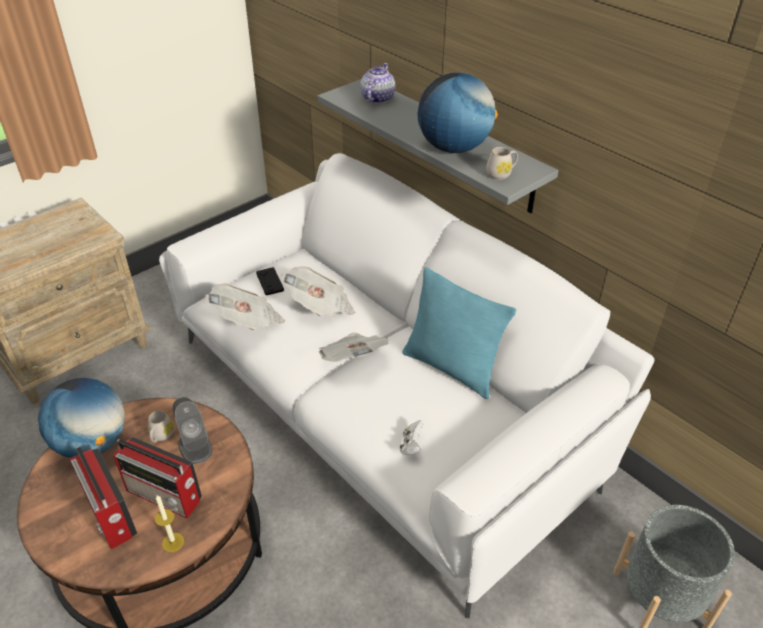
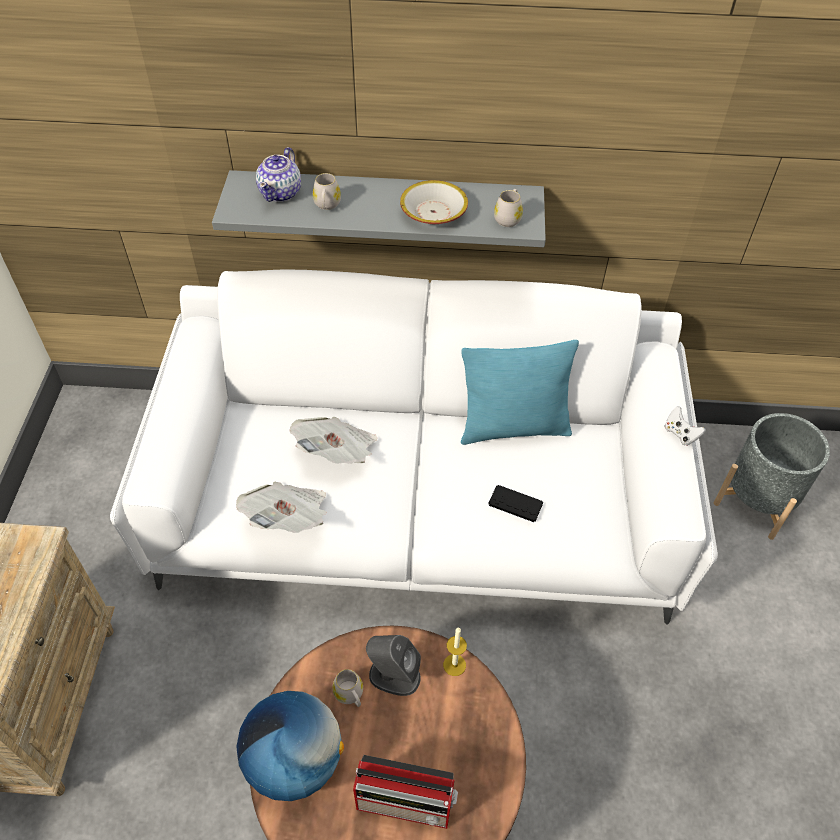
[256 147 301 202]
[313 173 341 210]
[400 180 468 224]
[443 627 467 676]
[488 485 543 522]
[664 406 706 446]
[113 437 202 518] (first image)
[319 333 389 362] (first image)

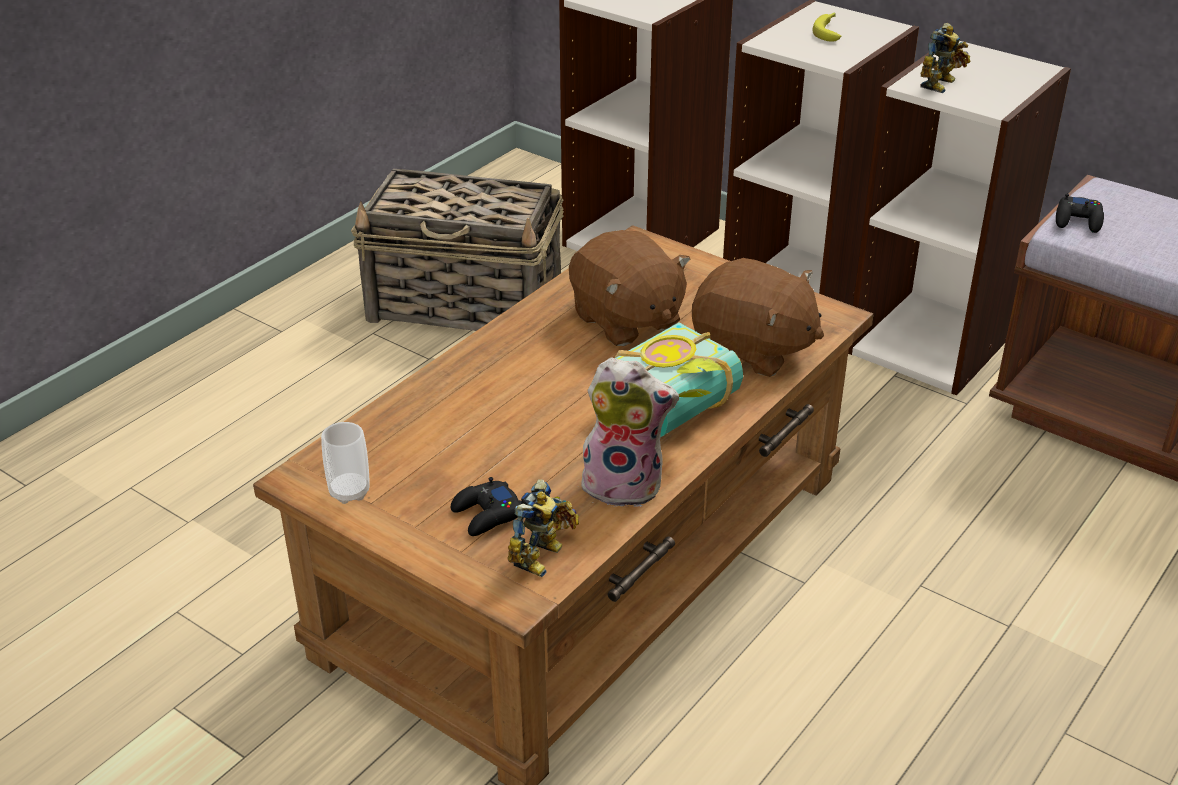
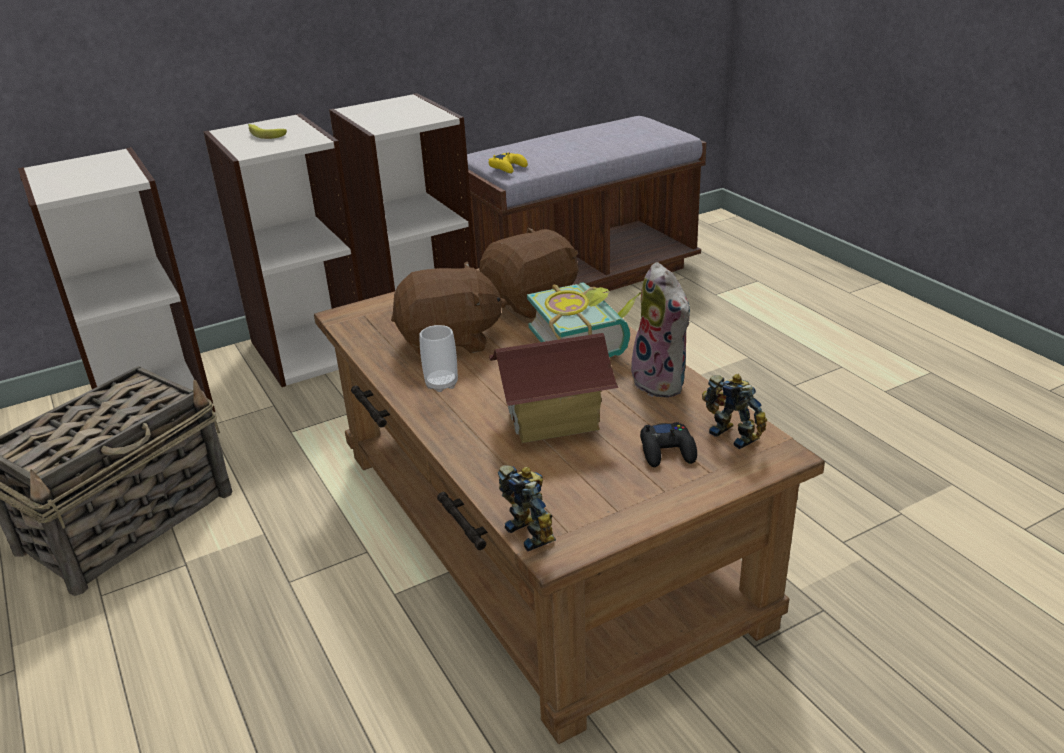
[419 325 458 392]
[488 152 528 173]
[489 333 619 443]
[498 465 556 552]
[631 262 690 397]

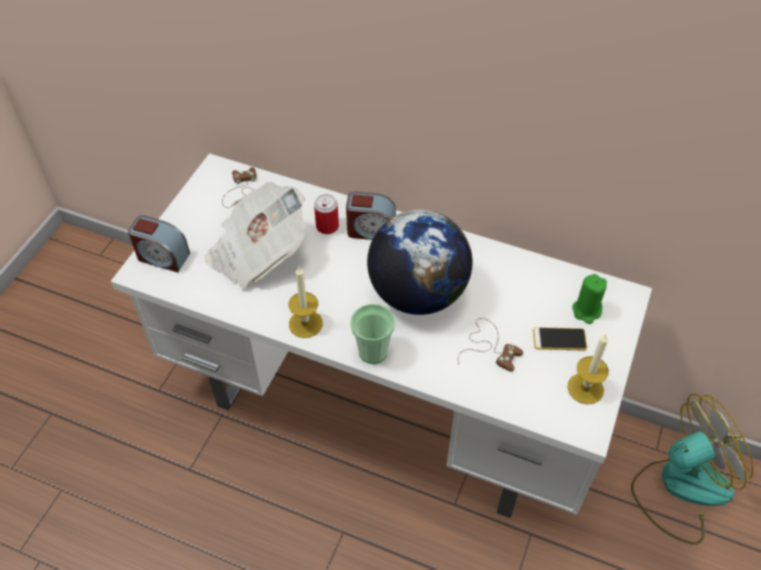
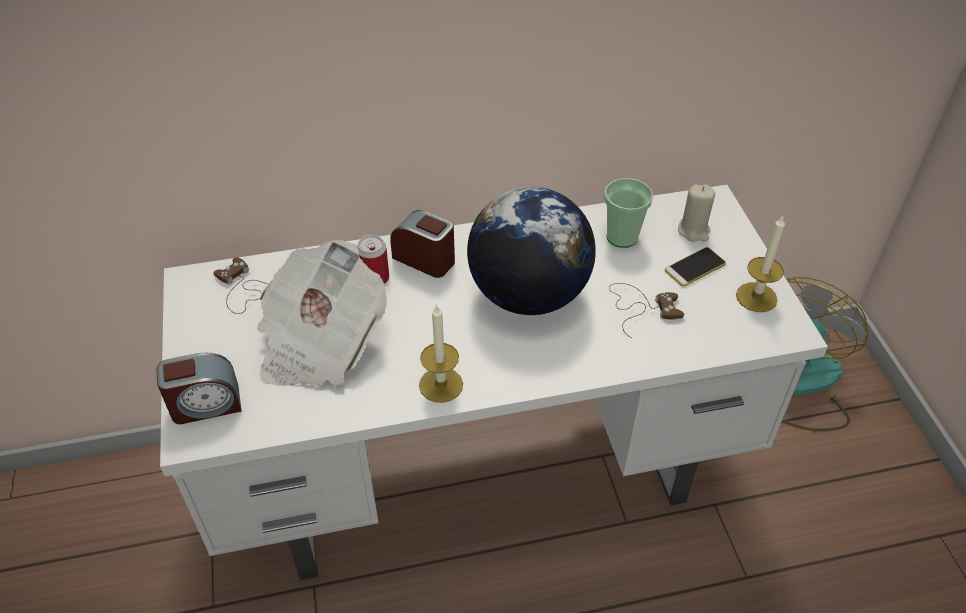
[390 210 455 278]
[604 178 653 248]
[678 185 715 242]

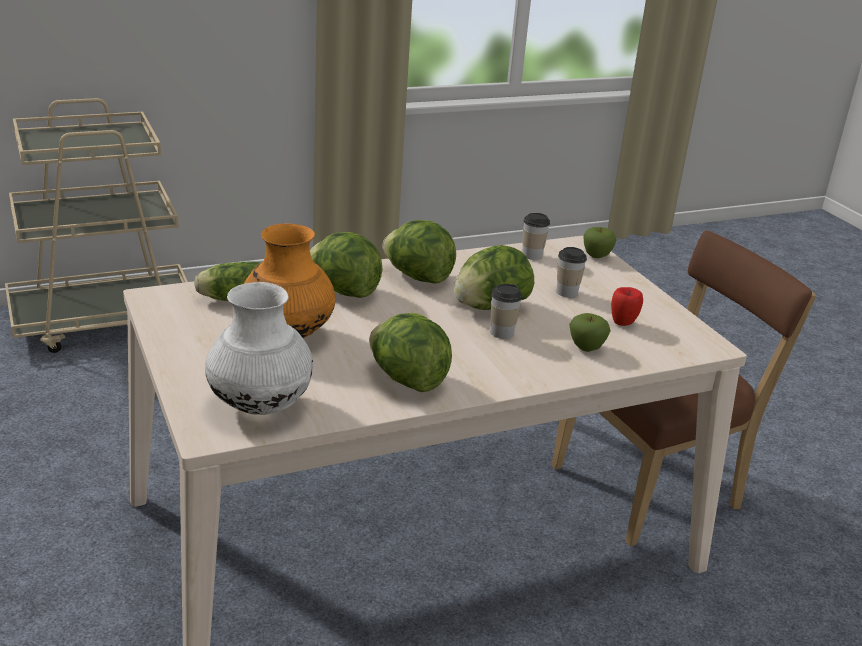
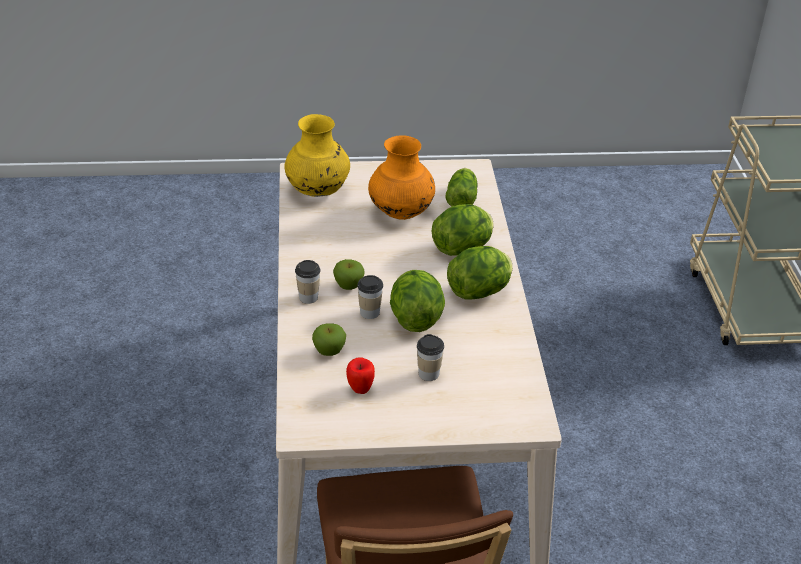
[284 114 350 197]
[295 260 321 304]
[333 259 365 290]
[369 313 452 392] (first image)

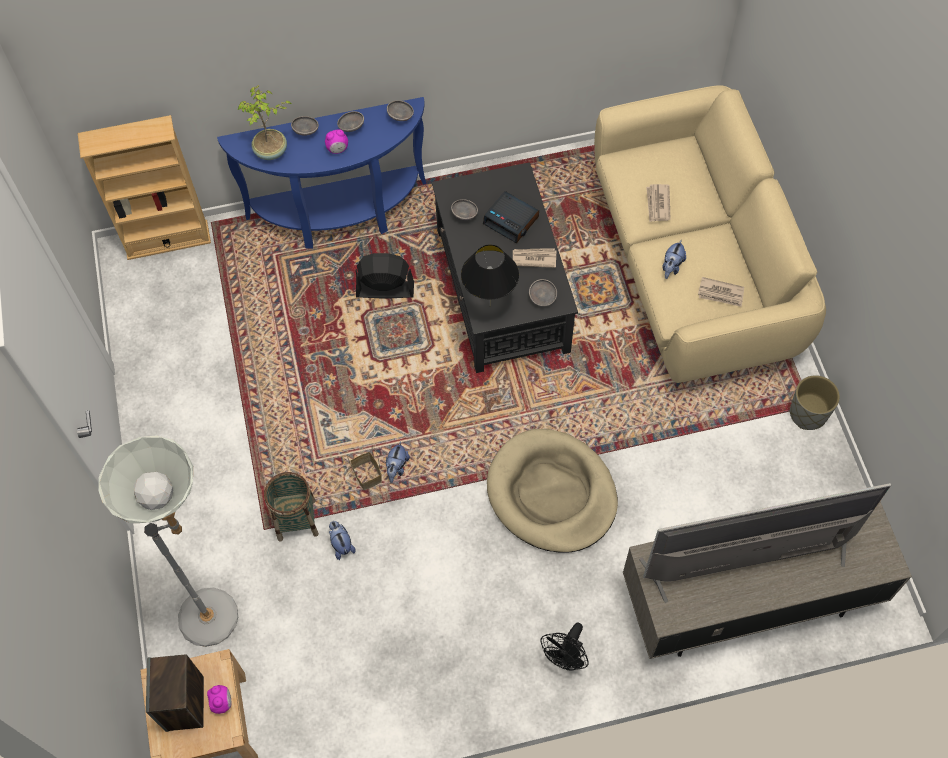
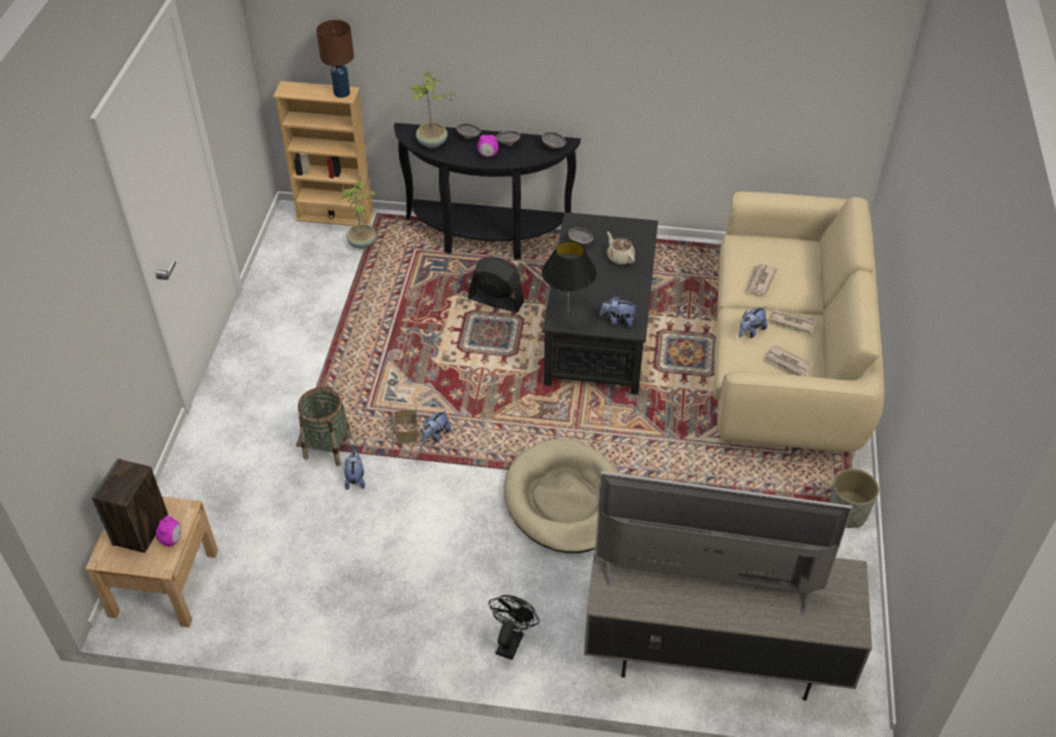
[316 20 354 98]
[341 181 376 249]
[394 123 581 260]
[489 595 540 660]
[600 296 639 327]
[607 231 635 265]
[770 309 816 334]
[98 436 238 647] (first image)

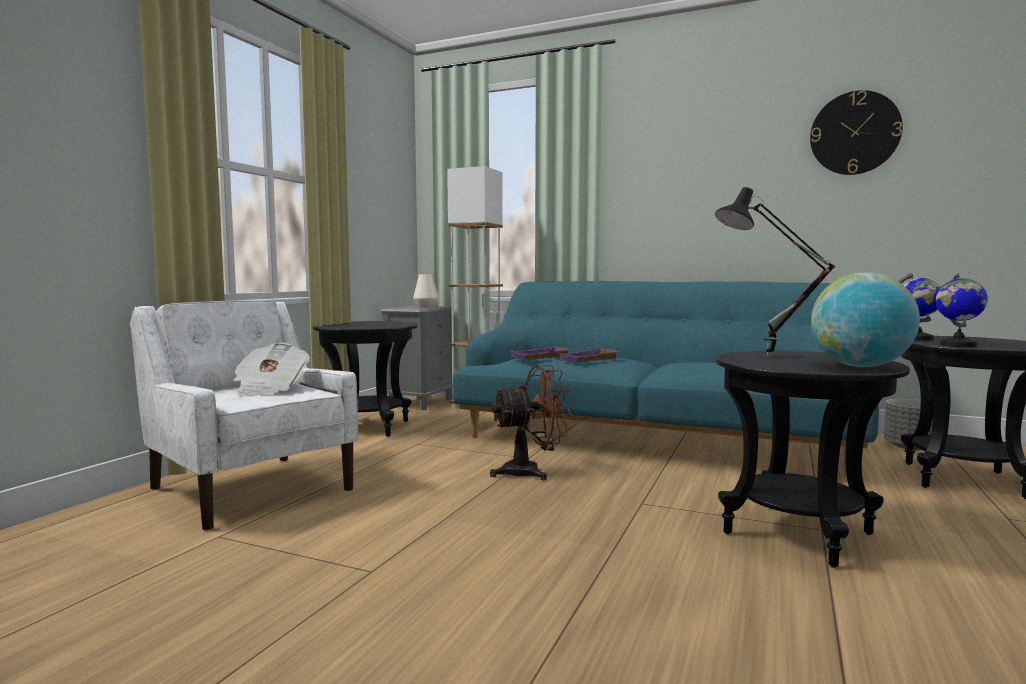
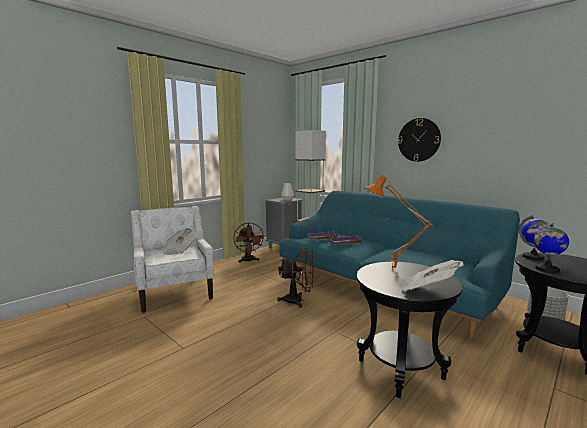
[233 222 264 263]
[365 175 432 270]
[398 118 441 162]
[398 260 464 291]

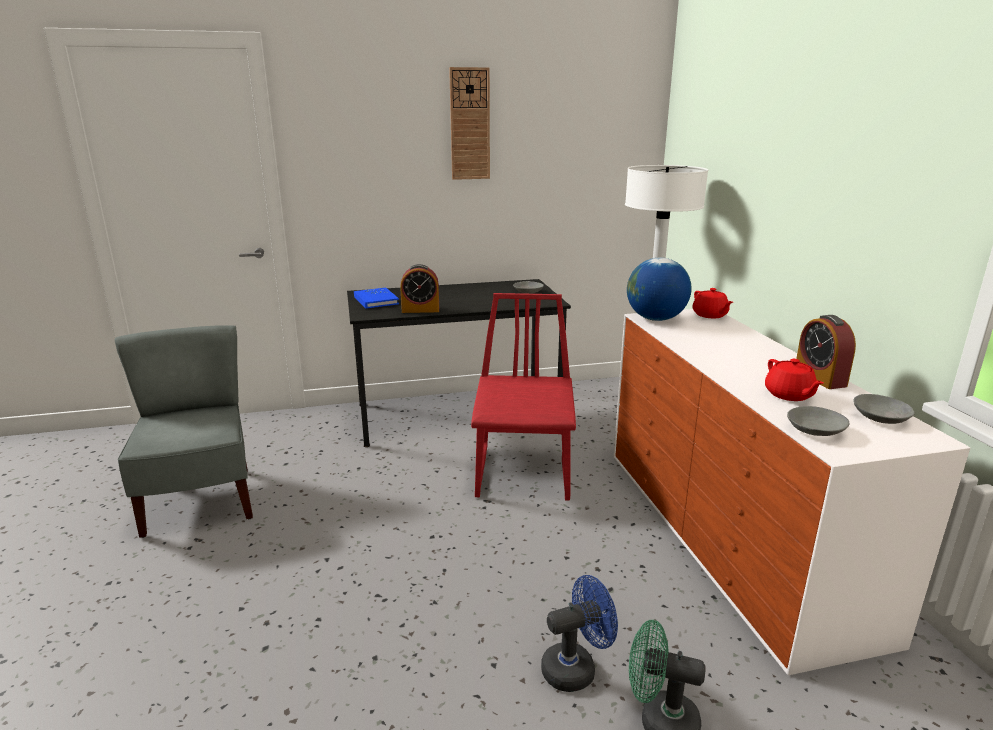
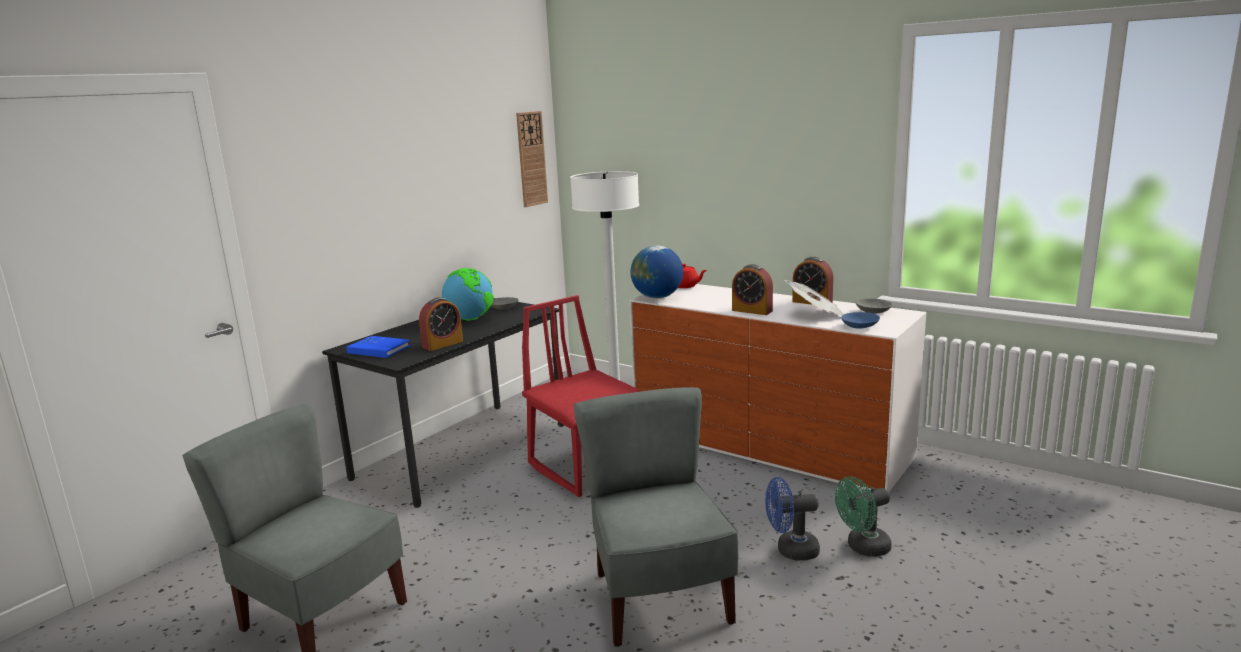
[442 268 494 321]
[516 111 548 207]
[573 387 738 647]
[732 264 773 315]
[765 477 820 561]
[785 280 844 316]
[841 312 880 329]

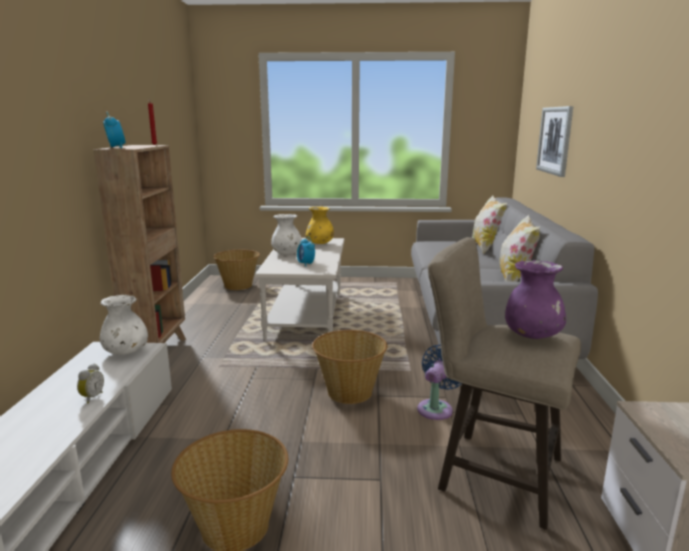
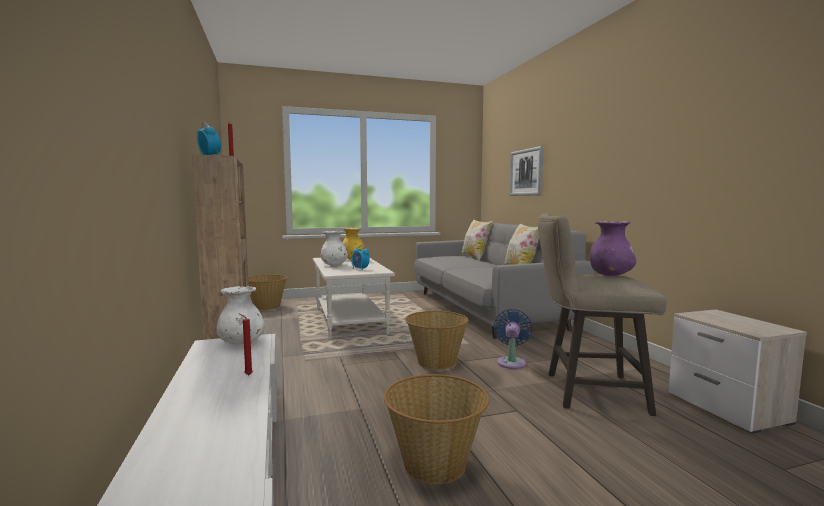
[240 314 253 375]

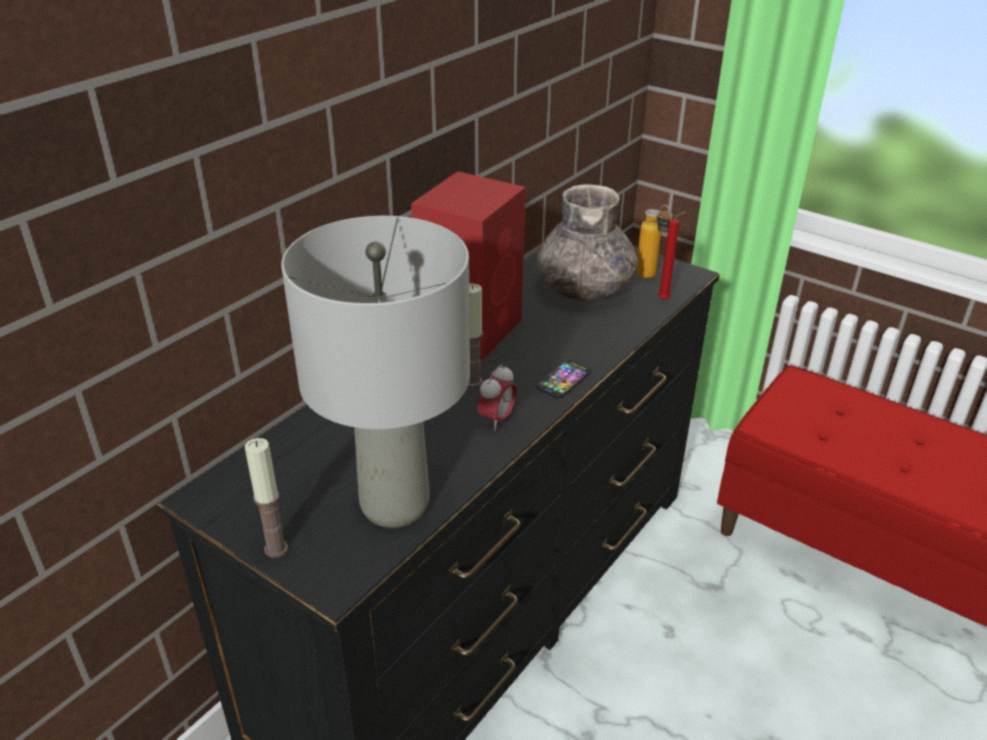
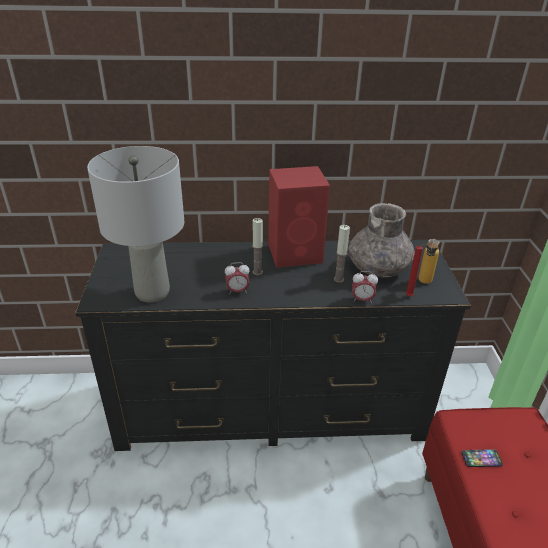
[334 225 350 283]
[352 271 378 303]
[462 449 503 467]

